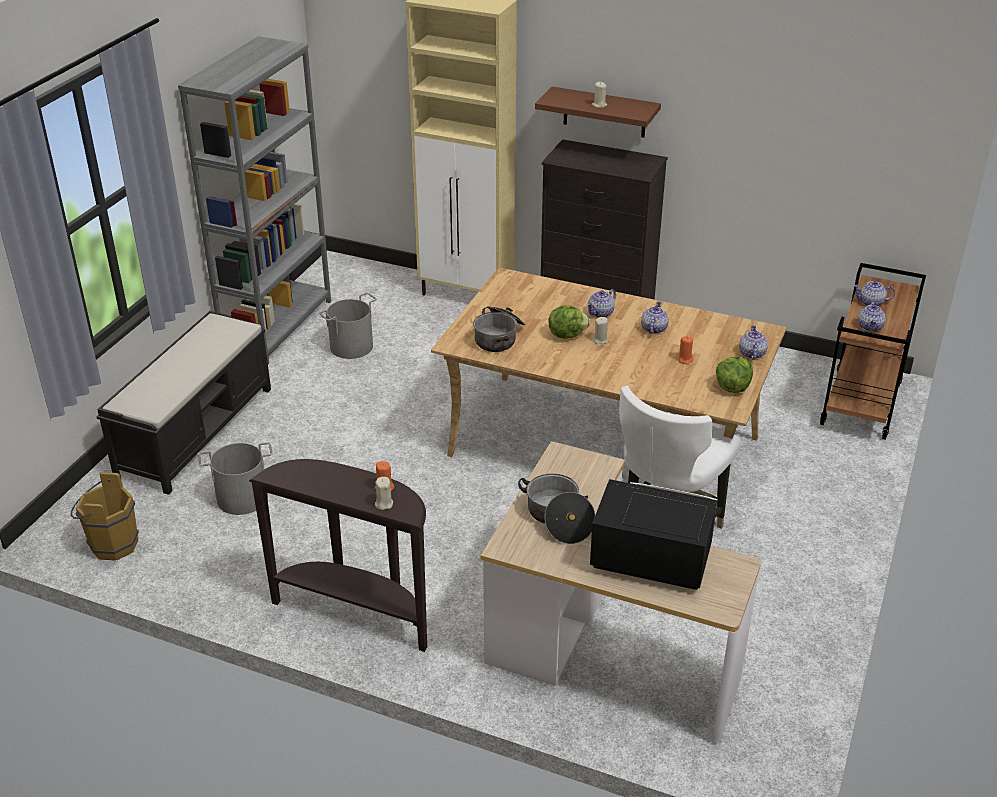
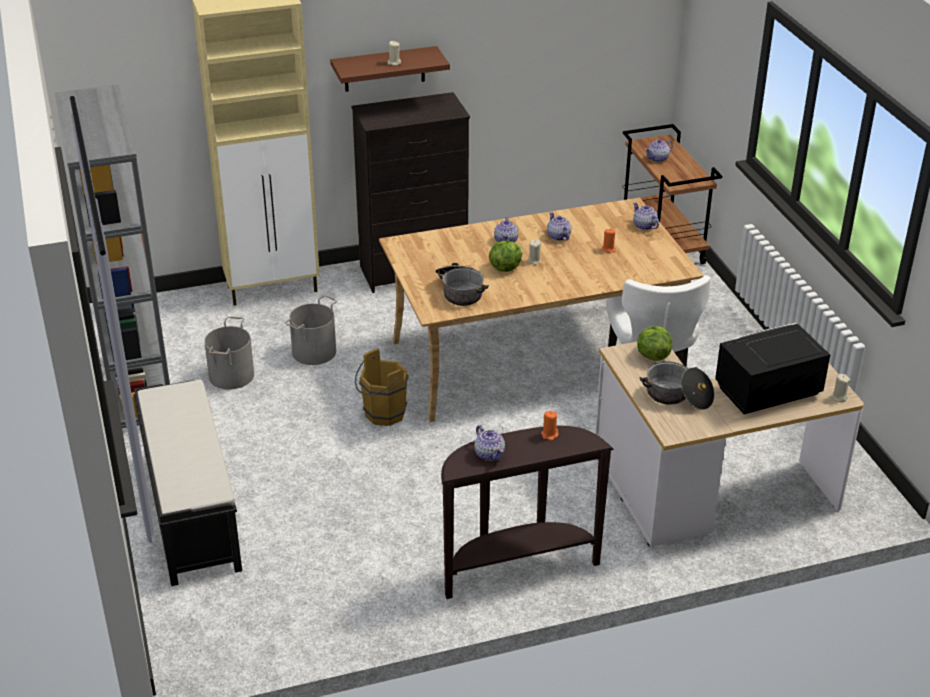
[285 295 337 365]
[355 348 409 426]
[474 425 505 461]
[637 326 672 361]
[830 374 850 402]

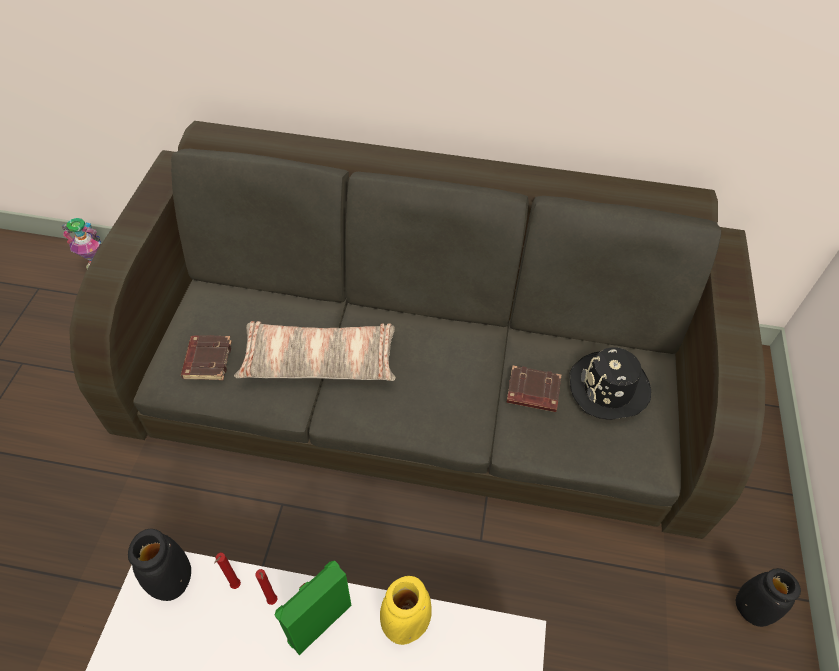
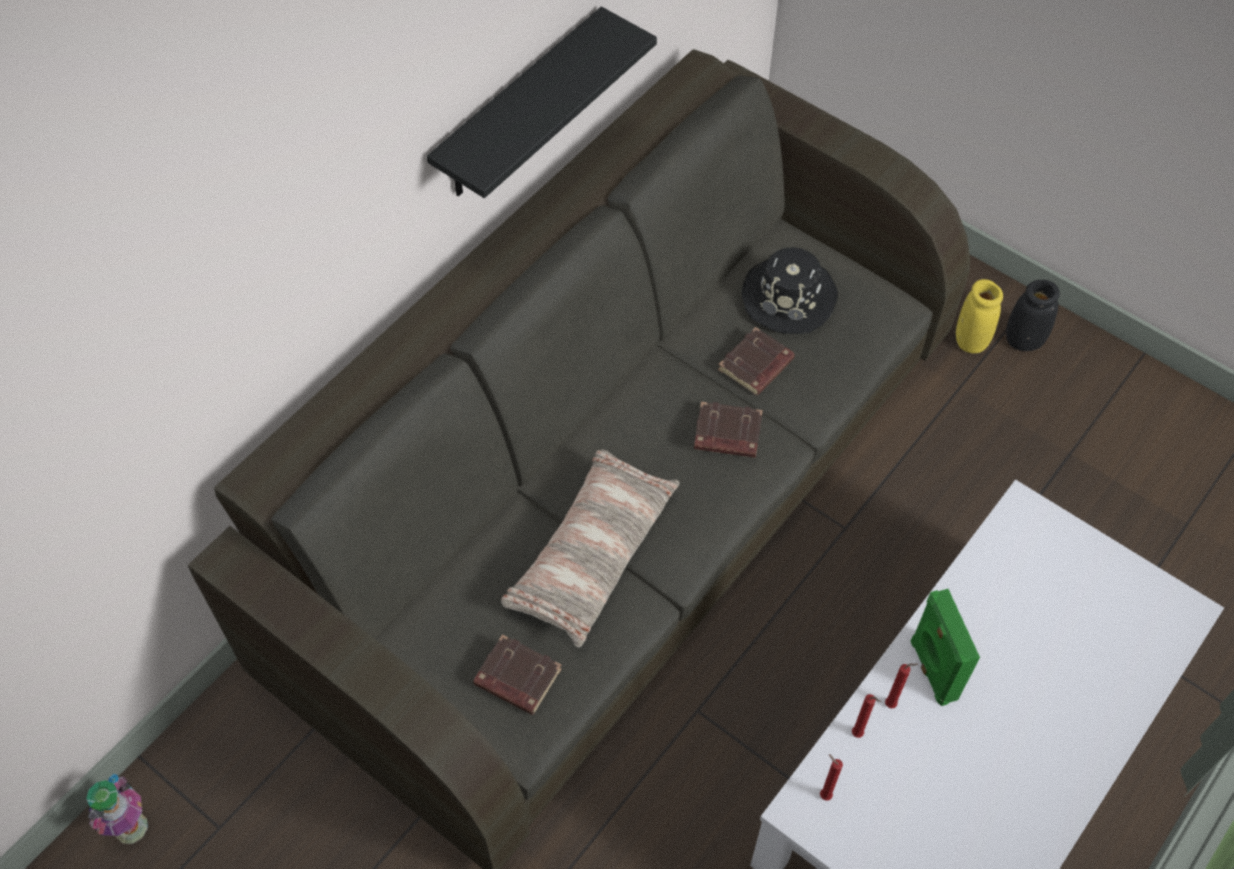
[427 7 657 198]
[694 402 763 458]
[820 754 843 801]
[956 279 1003 353]

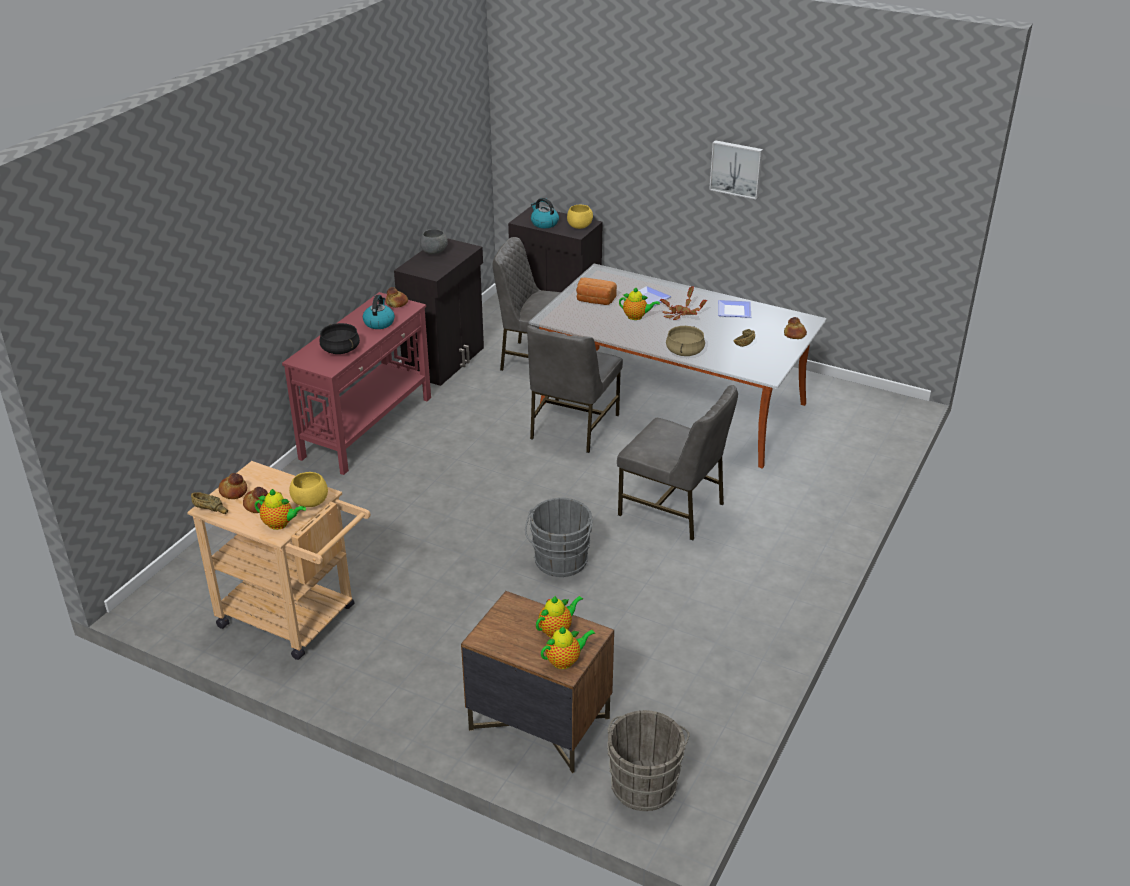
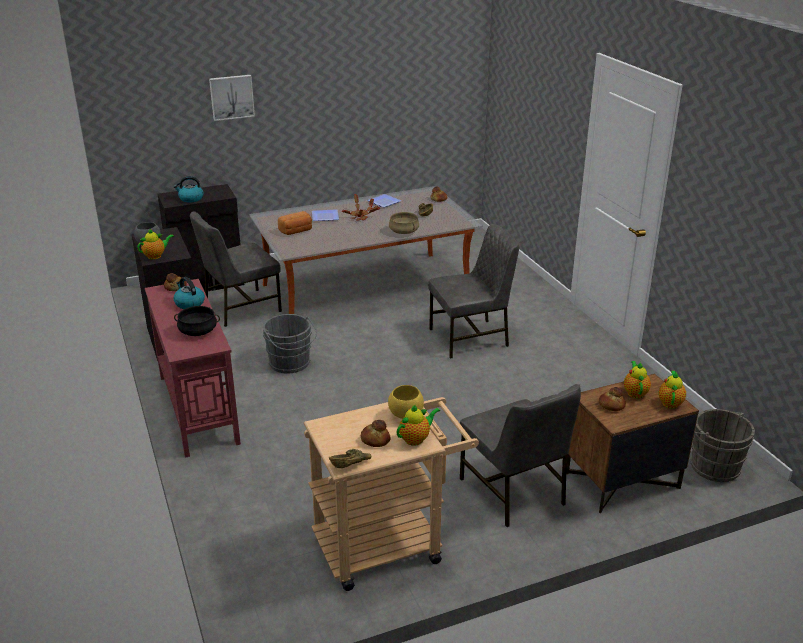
[137 228 174 260]
[209 75 255 121]
[263 314 317 373]
[460 384 581 527]
[599 387 626 411]
[567 205 593 229] (first image)

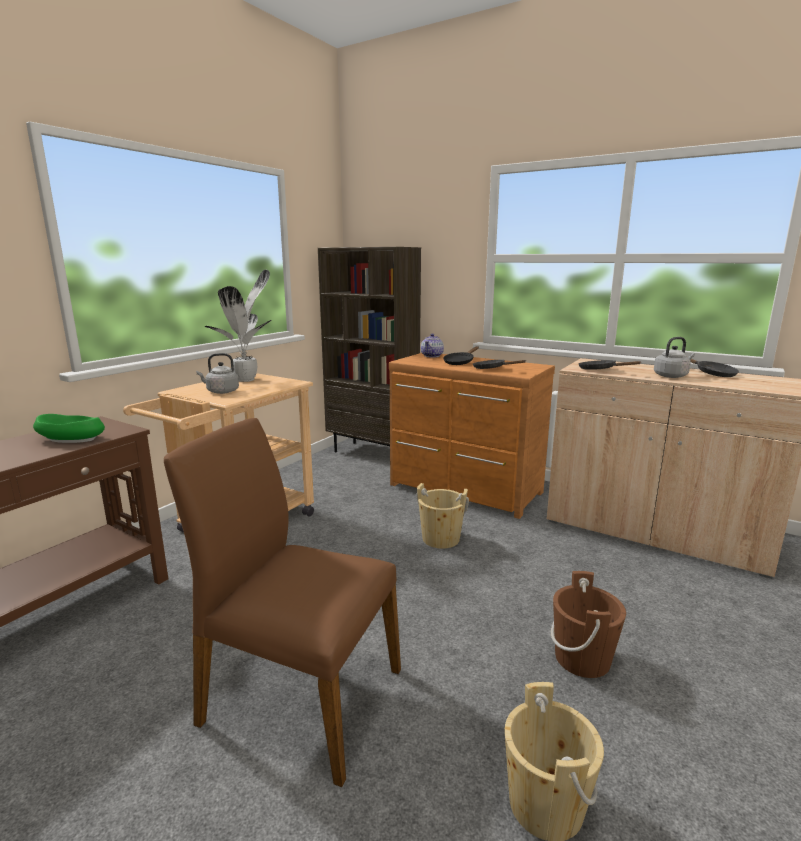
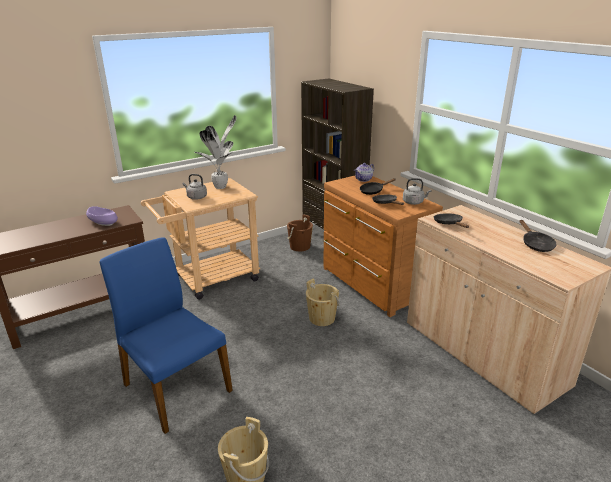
[86 206 118 226]
[99 238 233 434]
[287 214 313 252]
[403 178 431 205]

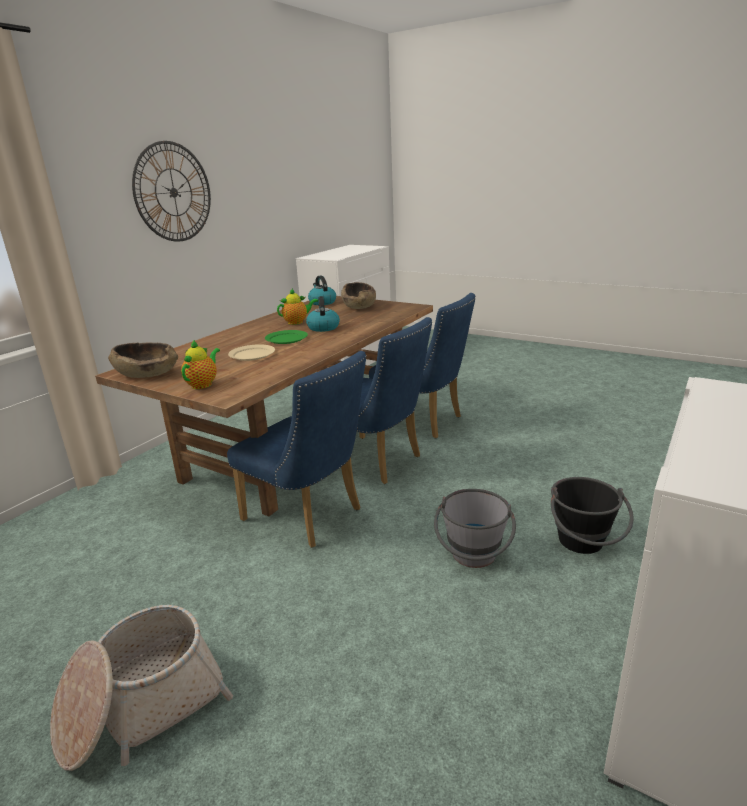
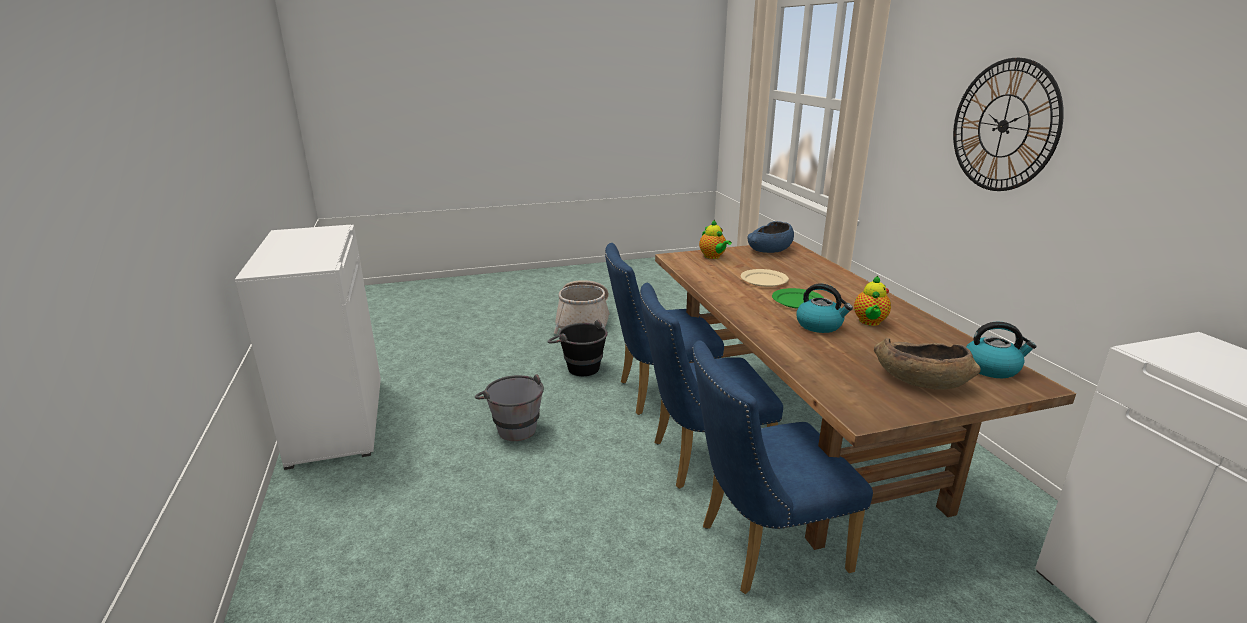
[548 320 608 376]
[747 221 794 253]

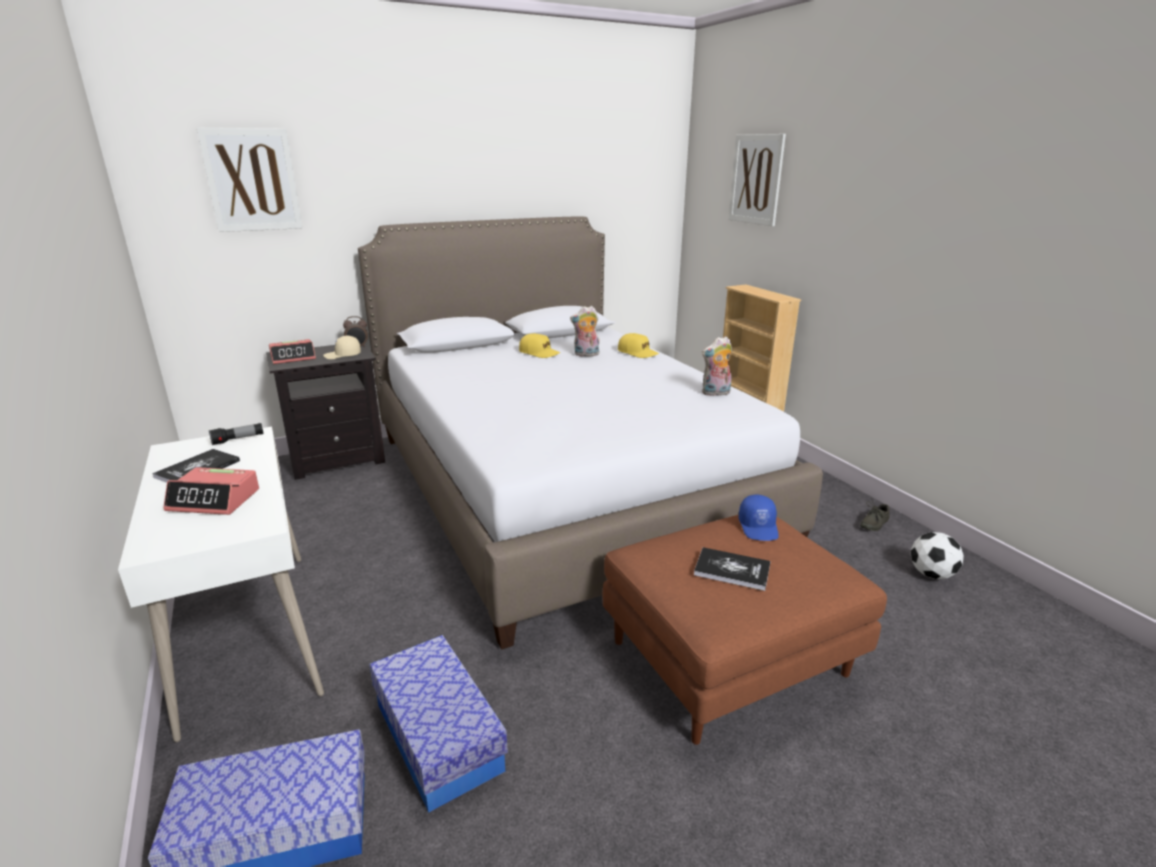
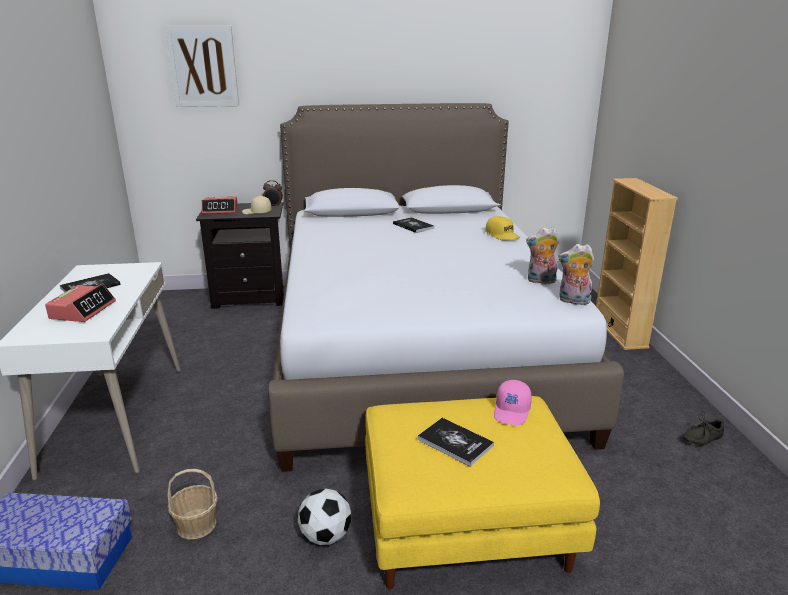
[45 283 116 322]
[167 469 218 540]
[298 489 351 545]
[365 396 600 590]
[393 217 435 233]
[494 380 532 425]
[558 244 595 305]
[209 423 264 445] (first image)
[728 134 786 226] (first image)

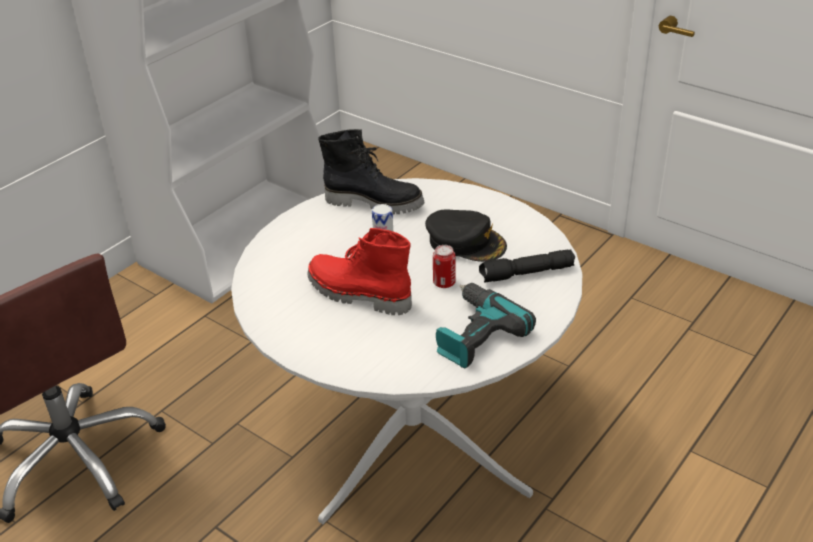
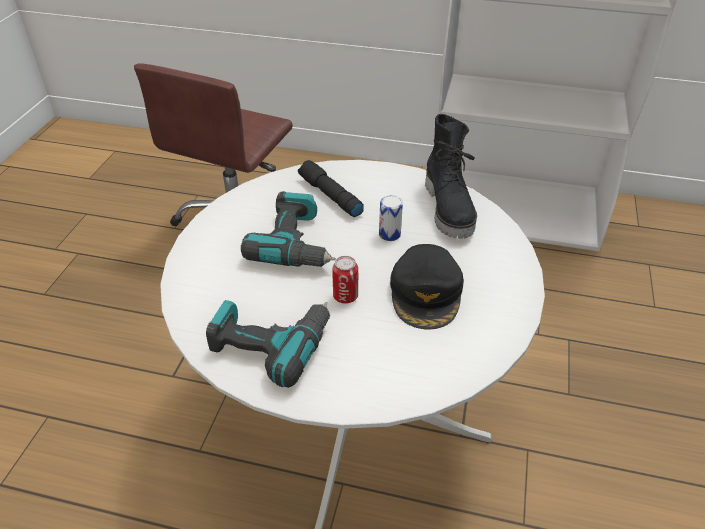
[241 191 336 267]
[298 160 364 217]

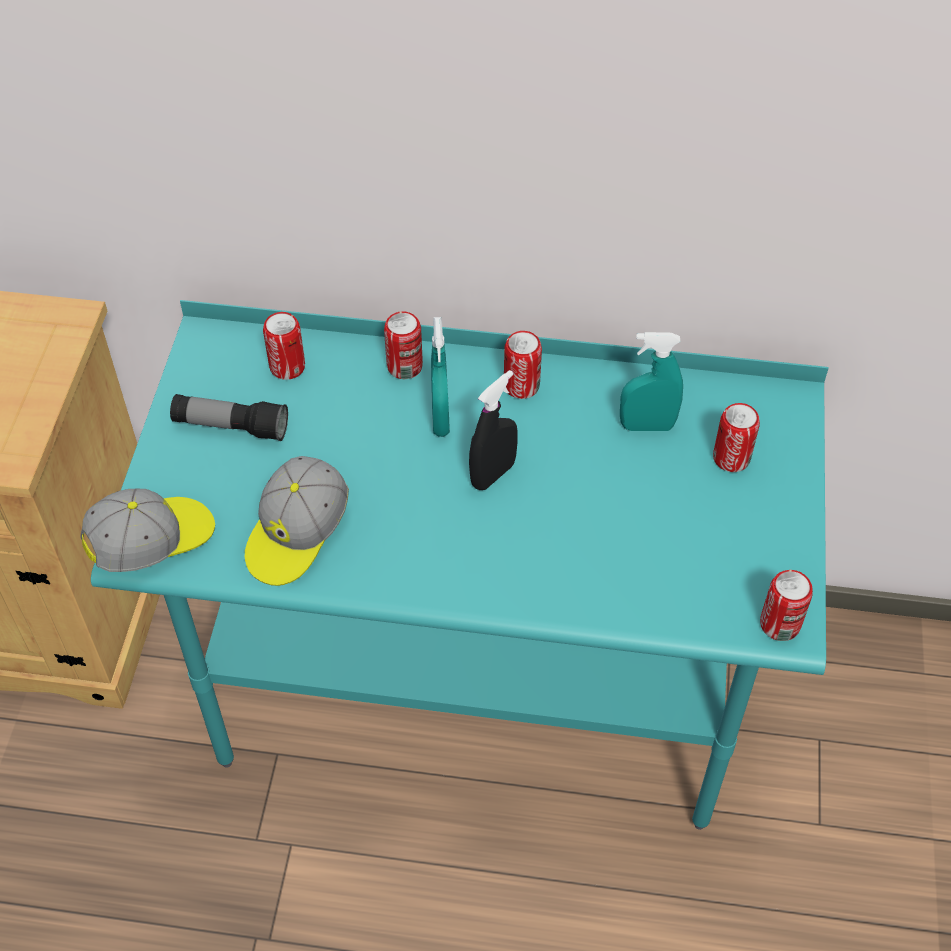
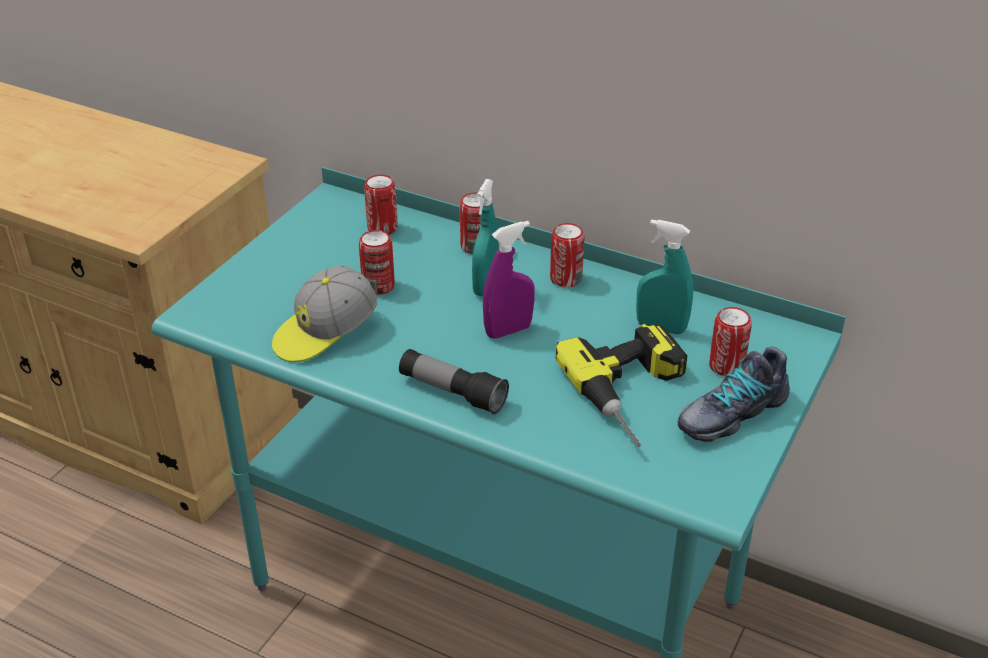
[359 230 395 295]
[399 349 509 414]
[483 221 535 339]
[556 324 688 447]
[678 347 790 442]
[80 489 215 572] (first image)

